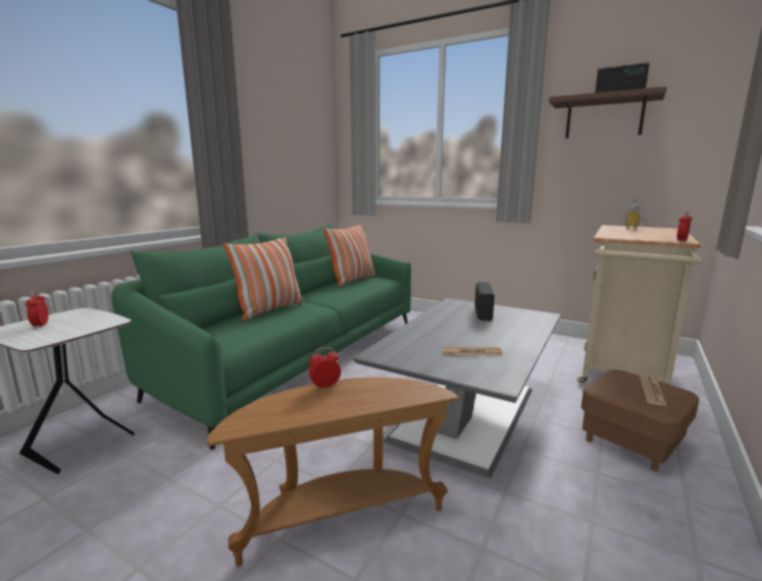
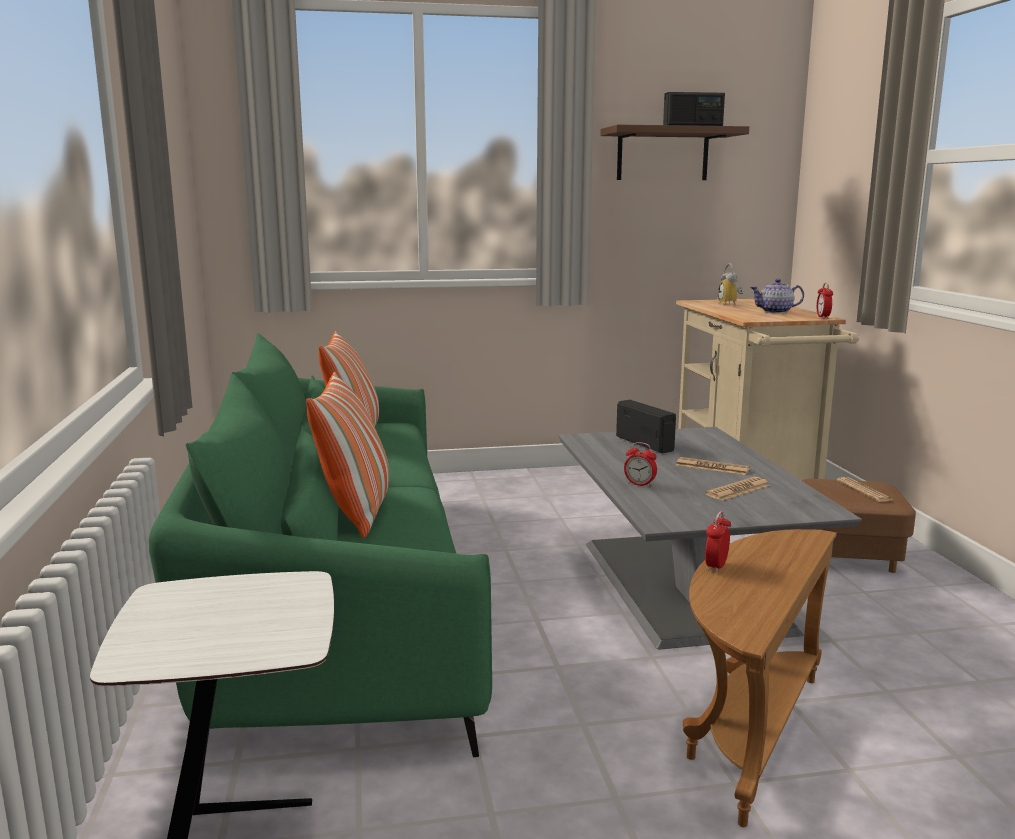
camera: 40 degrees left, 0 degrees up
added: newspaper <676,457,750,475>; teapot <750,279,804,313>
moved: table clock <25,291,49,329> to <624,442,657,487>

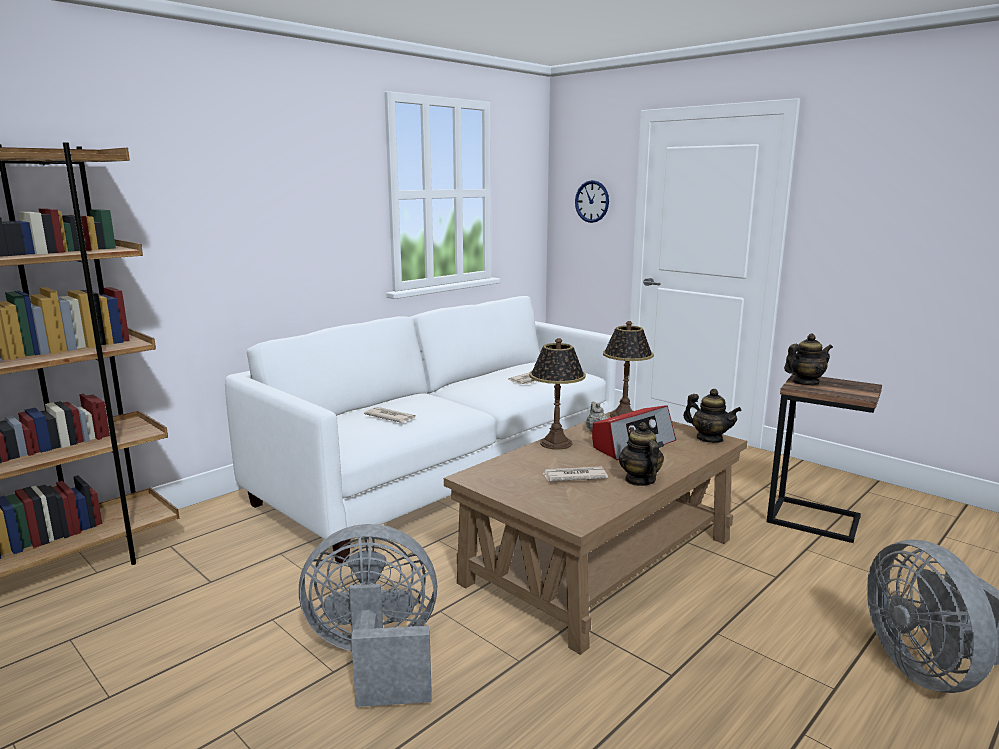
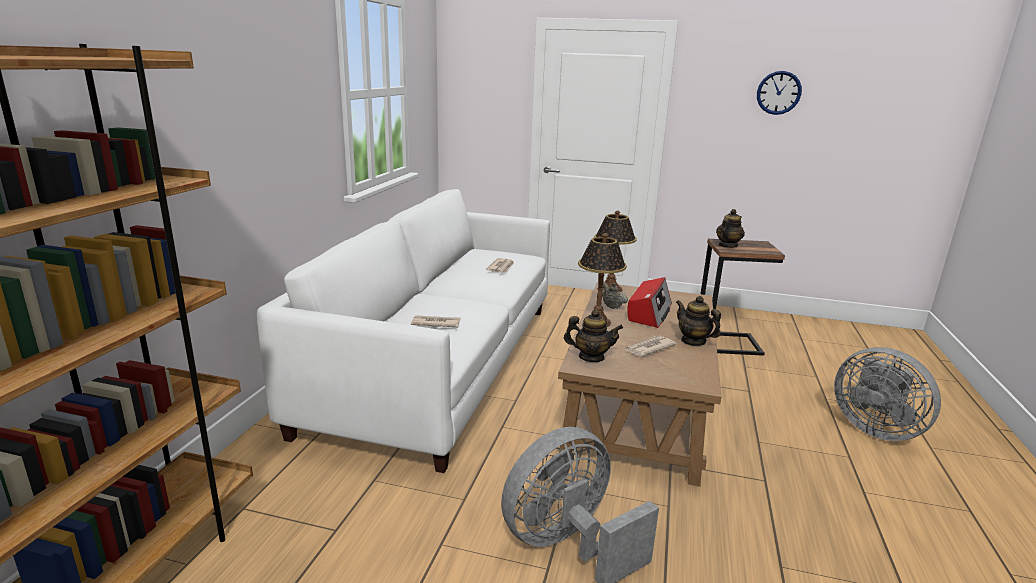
camera: 30 degrees left, 5 degrees up
moved: hanging clock <575,180,609,223> to <757,71,802,115>; teapot <683,389,742,443> to <564,309,623,362>

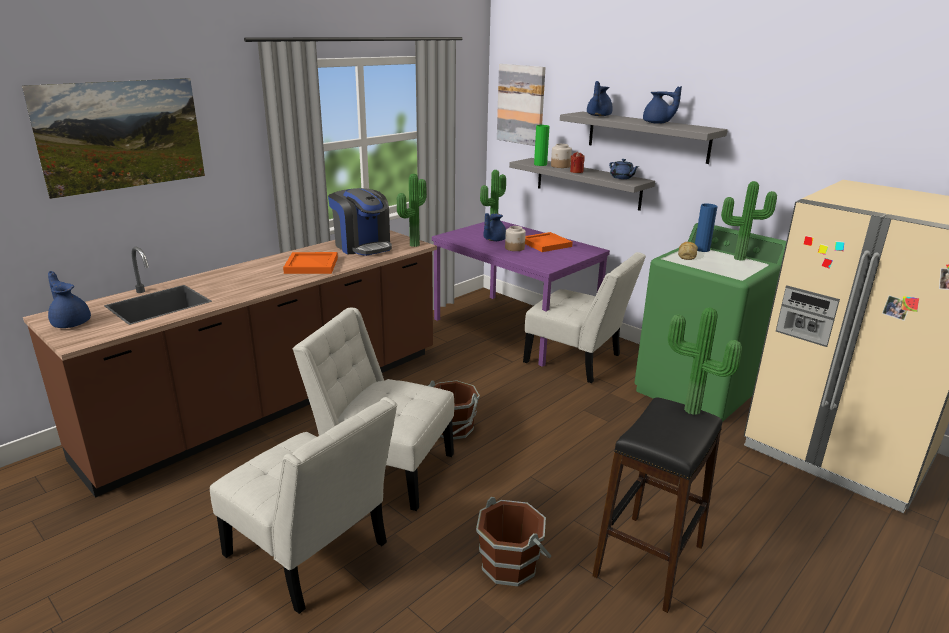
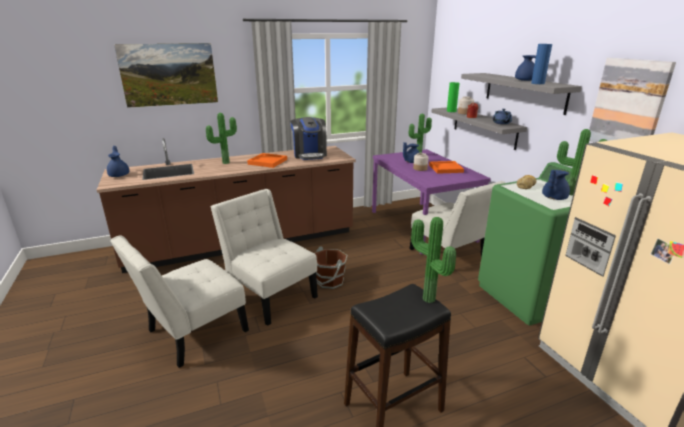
camera: 25 degrees right, 0 degrees up
removed: bucket/brown-coloured <476,497,551,586>
moved: houseplant <397,174,427,247> to <206,113,237,164>; wall picture <497,64,546,146> to <589,58,676,143>; teapot/blue-coloured <587,81,613,116> to <542,170,570,200>; decorative vase/blue-coloured <695,204,718,252> to <531,44,552,84>
turned: plain chair/white <210,397,397,614> = <110,235,249,368> 75 degrees clockwise

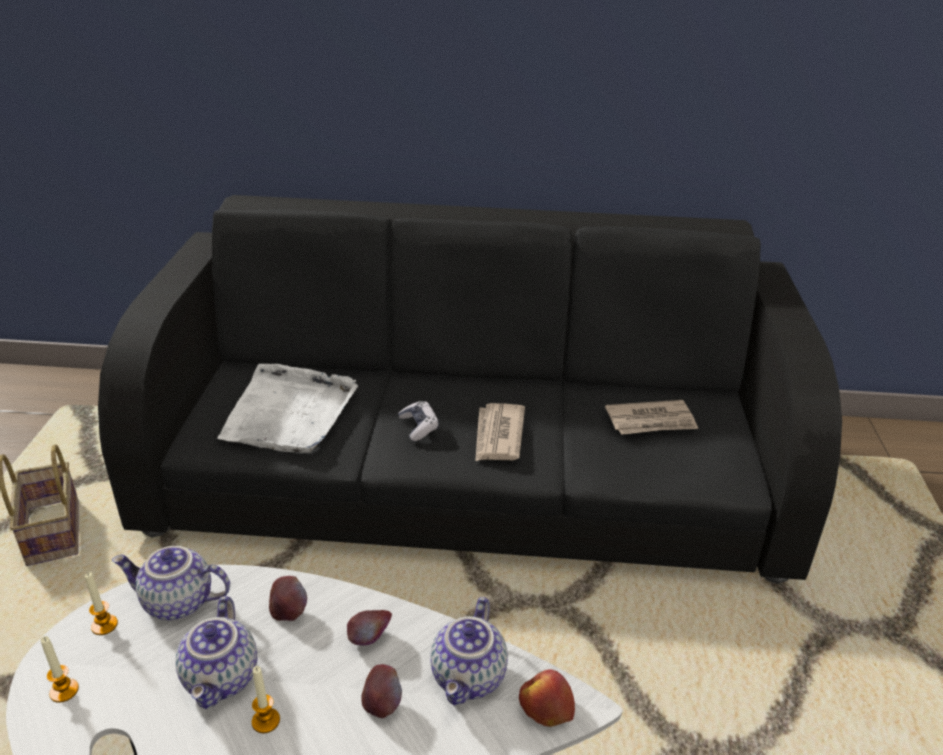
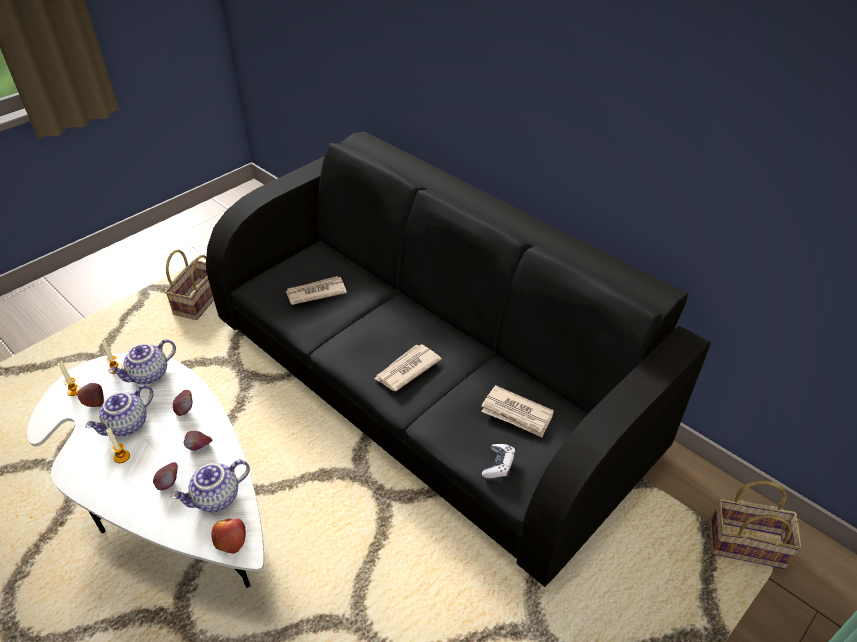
camera: 40 degrees right, 10 degrees up
added: apple fruit <78,383,104,407>; basket <709,481,802,569>
moved: gamepad <398,401,439,441> to <482,444,516,478>
replaced: tray/white <217,364,358,453> to newspaper <285,276,347,305>
turned: teapot <112,546,230,620> = <109,339,176,384> 90 degrees counterclockwise

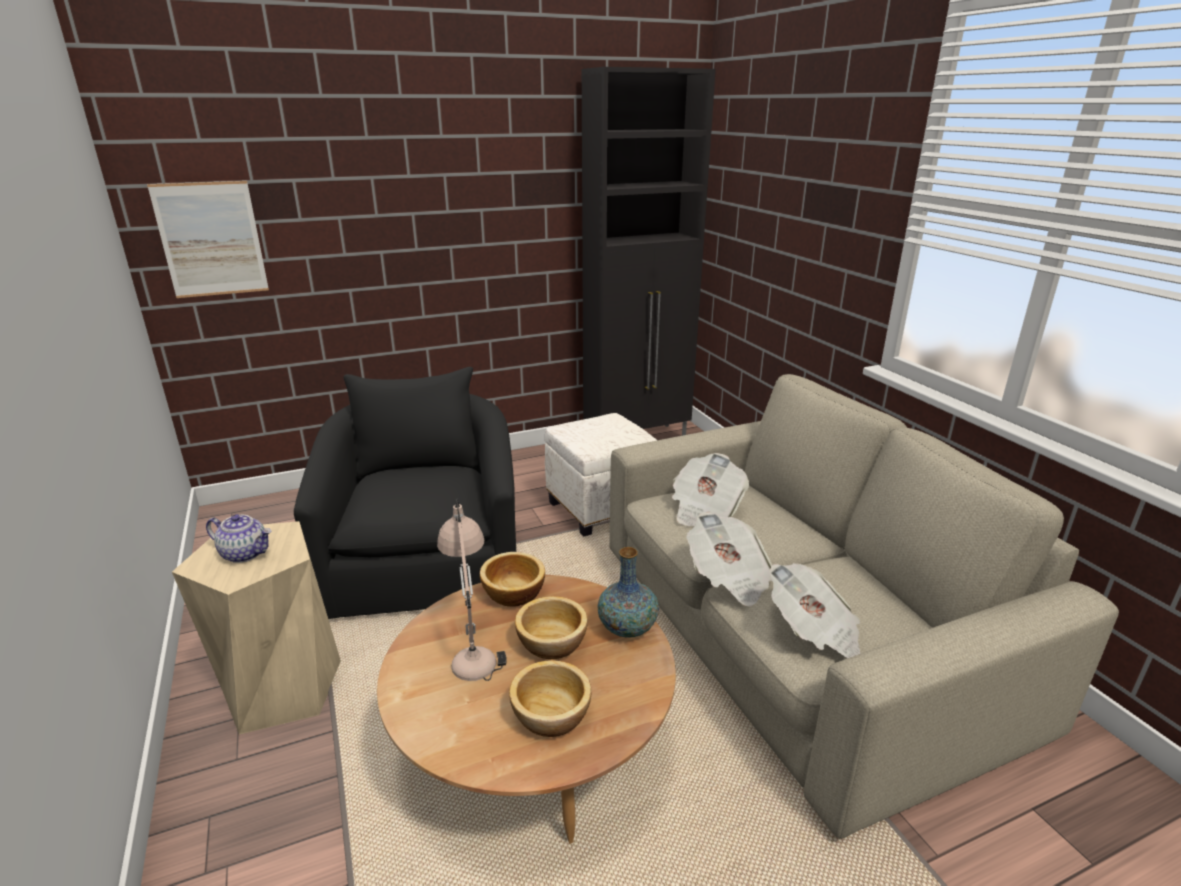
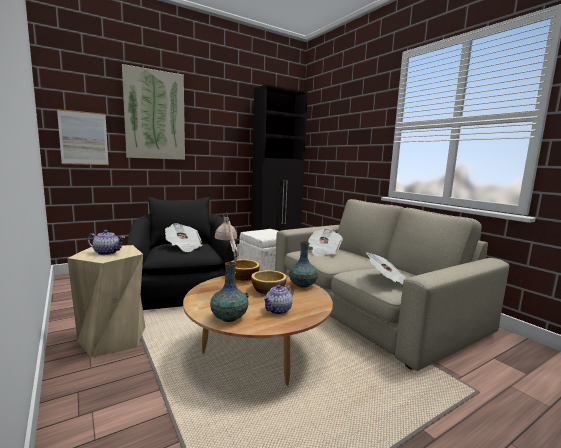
camera: 10 degrees left, 15 degrees down
added: wall picture <122,64,185,160>; decorative vase <210,262,248,322>
moved: newspaper <687,512,772,606> to <165,223,203,252>
replaced: bowl <509,660,592,737> to teapot <263,285,294,315>

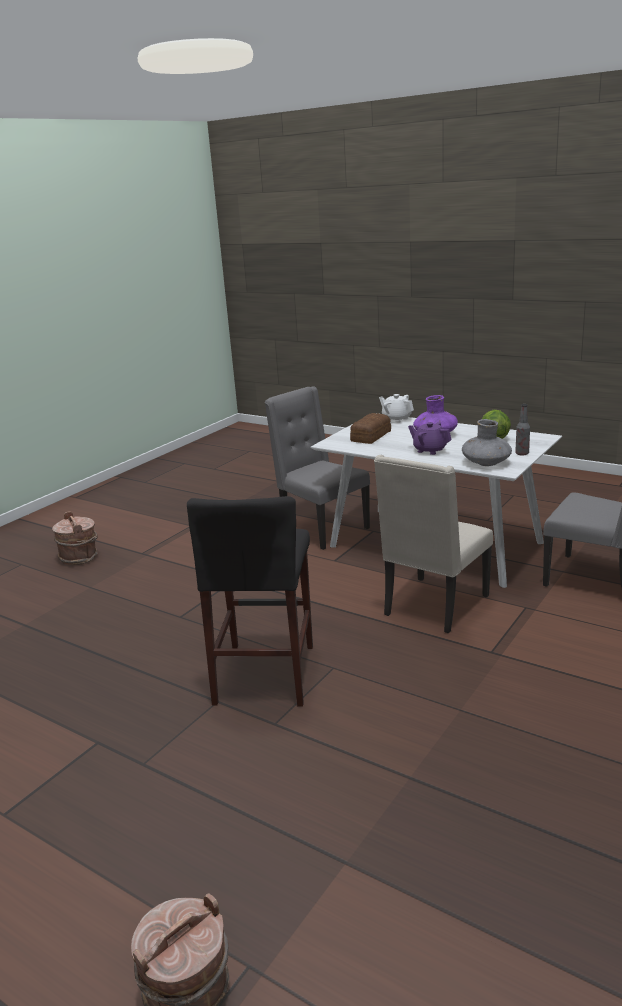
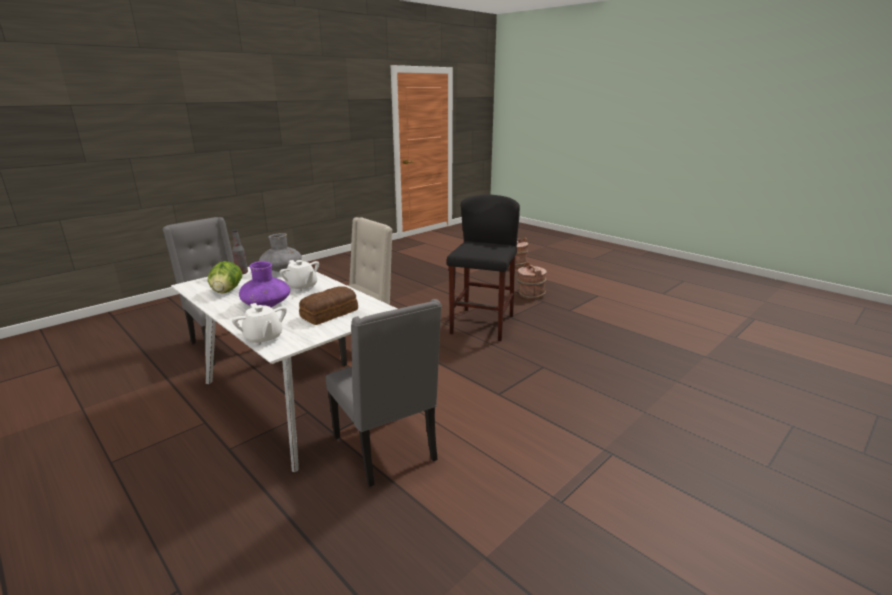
camera: 170 degrees left, 0 degrees up
moved: bucket/brown-coloured <52,511,98,565> to <517,262,547,299>
recoloured: teapot/purple <408,422,452,455> to teapot/white <280,260,319,292>

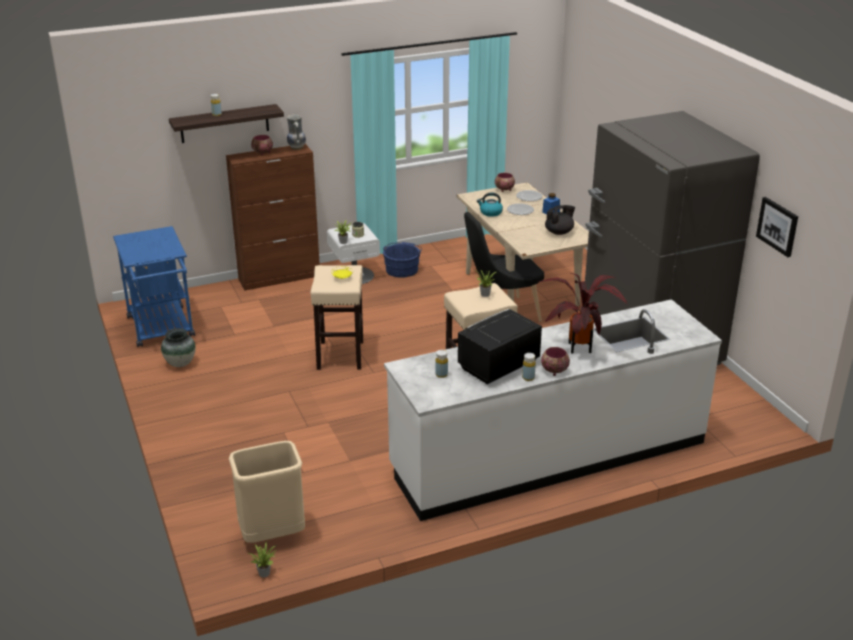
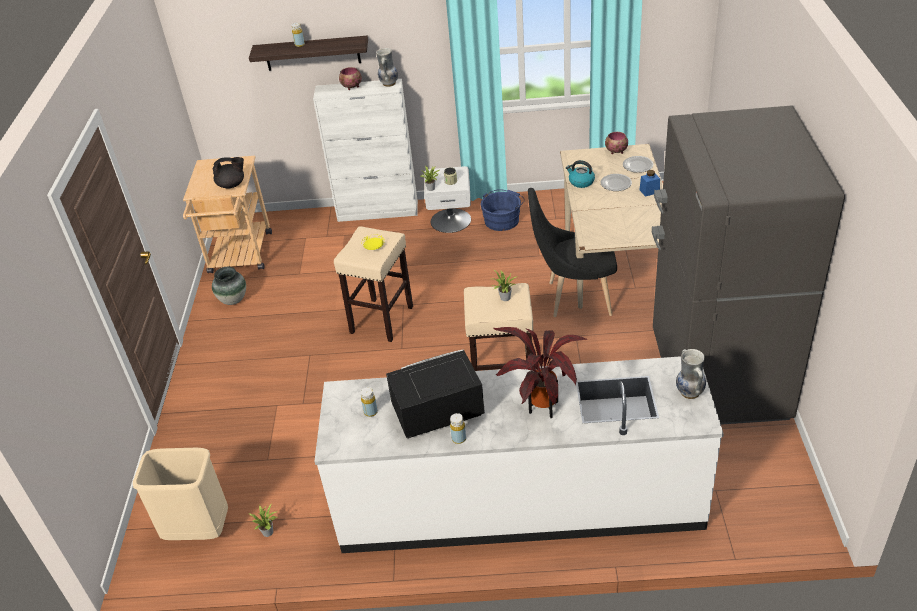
camera: 25 degrees right, 10 degrees up
removed: bowl <541,347,570,376>; wall picture <756,197,798,257>
added: decorative vase <676,349,706,399>
moved: houseplant <248,540,277,577> to <249,504,278,537>; teapot/black <545,205,575,235> to <213,157,244,188>
recoloured: wheeled cart/blue-coloured <113,226,195,347> to wheeled cart/sand-coloured <183,156,272,273>; cupboard/brown-coloured <226,144,320,290> to cupboard/white <313,79,418,222>

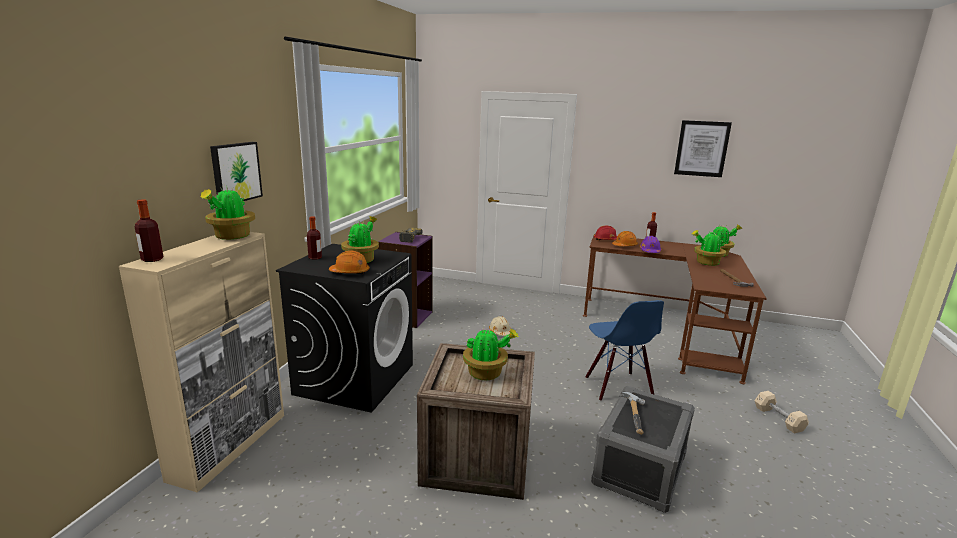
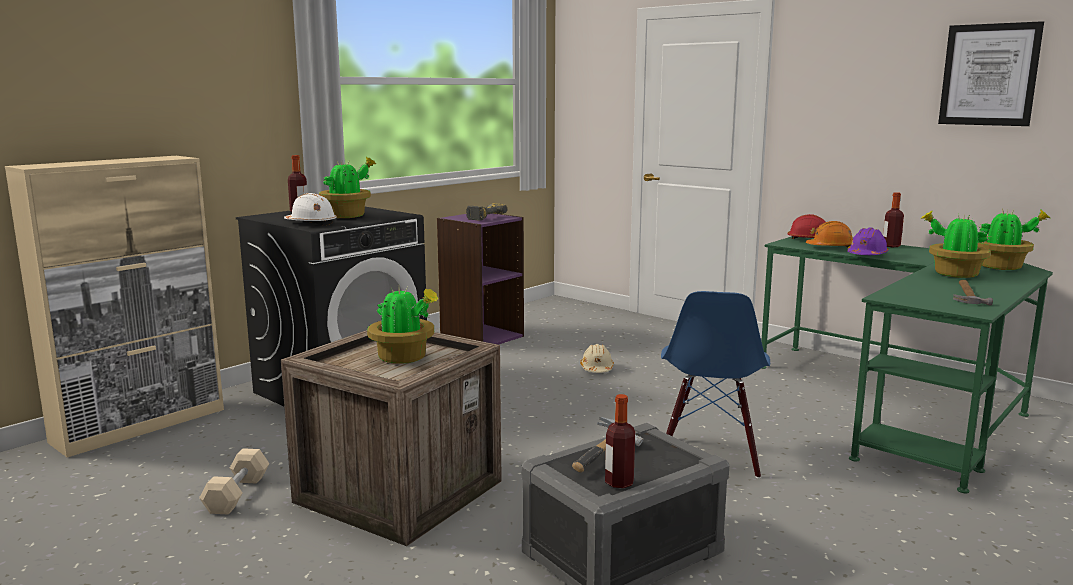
camera: 25 degrees right, 5 degrees down
removed: houseplant <201,186,255,240>; wall picture <210,142,263,201>
moved: drink bottle <135,199,164,262> to <605,394,635,488>; free weight/sand-coloured <755,391,809,433> to <199,448,269,515>
recoloured: work helmet/orangey <329,251,370,275> to work helmet/white <284,193,337,226>; desk unit/brown-coloured <583,234,767,384> to desk unit/greenish <761,236,1053,493>

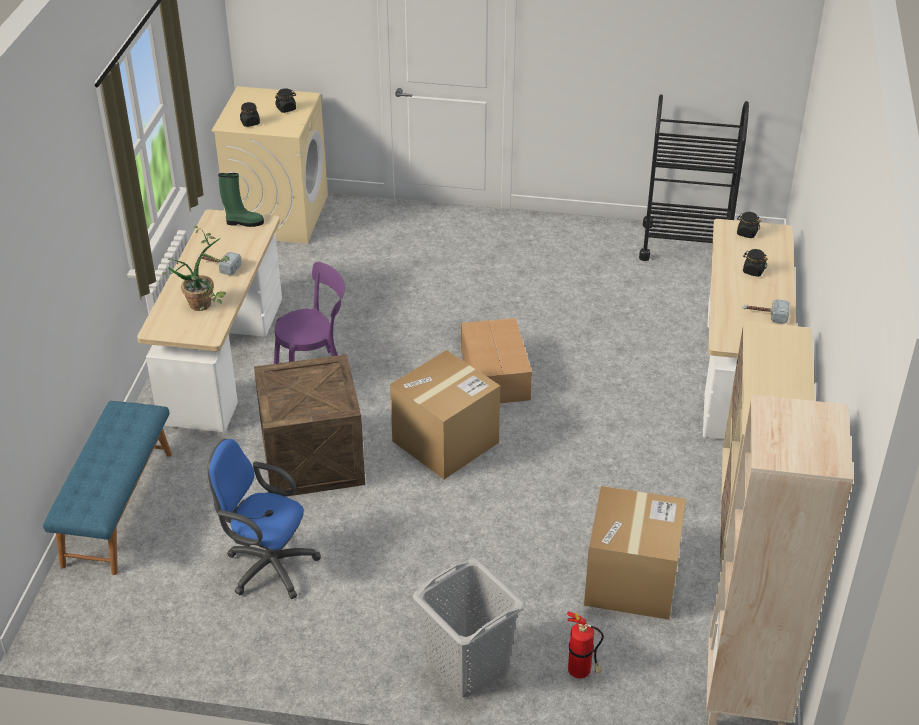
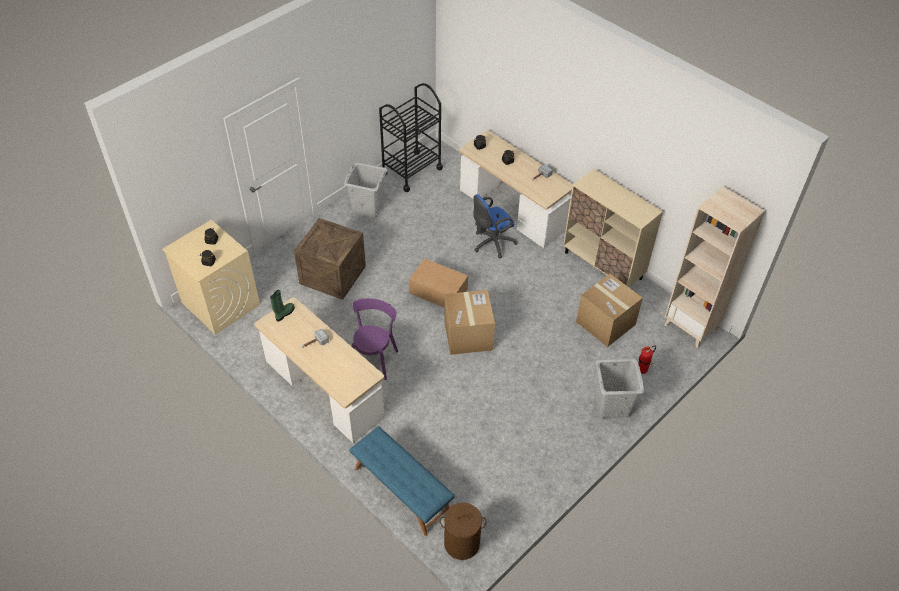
camera: 55 degrees left, 10 degrees up
removed: houseplant <162,226,230,311>
added: washing basket/gray <344,162,387,218>; washing basket/brown-coloured <440,503,486,560>
moved: desk chair/blue-coloured <208,439,321,599> to <473,194,517,258>; crate <254,354,365,497> to <294,218,366,300>

